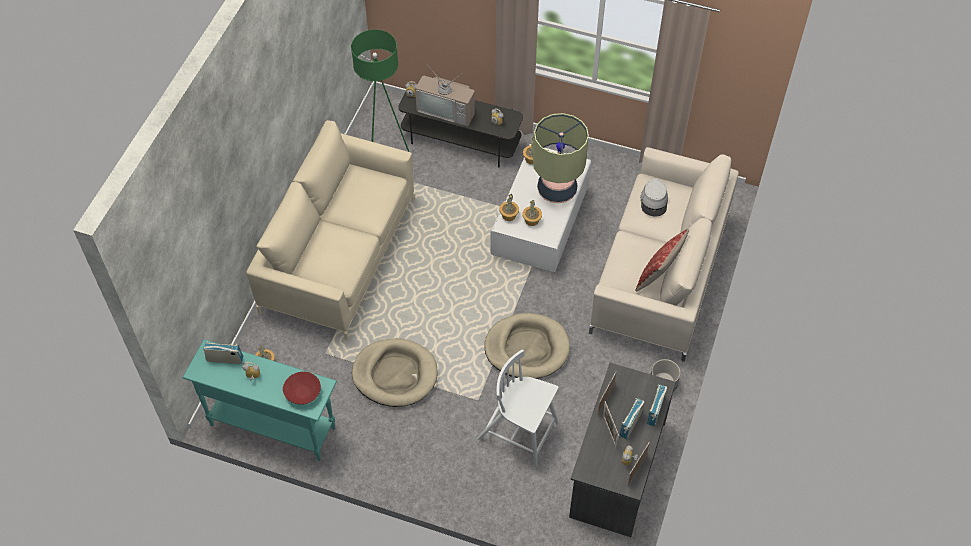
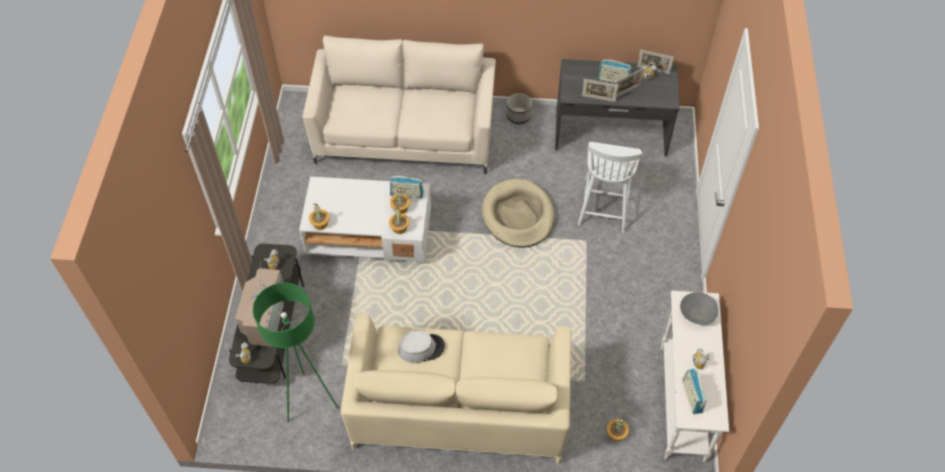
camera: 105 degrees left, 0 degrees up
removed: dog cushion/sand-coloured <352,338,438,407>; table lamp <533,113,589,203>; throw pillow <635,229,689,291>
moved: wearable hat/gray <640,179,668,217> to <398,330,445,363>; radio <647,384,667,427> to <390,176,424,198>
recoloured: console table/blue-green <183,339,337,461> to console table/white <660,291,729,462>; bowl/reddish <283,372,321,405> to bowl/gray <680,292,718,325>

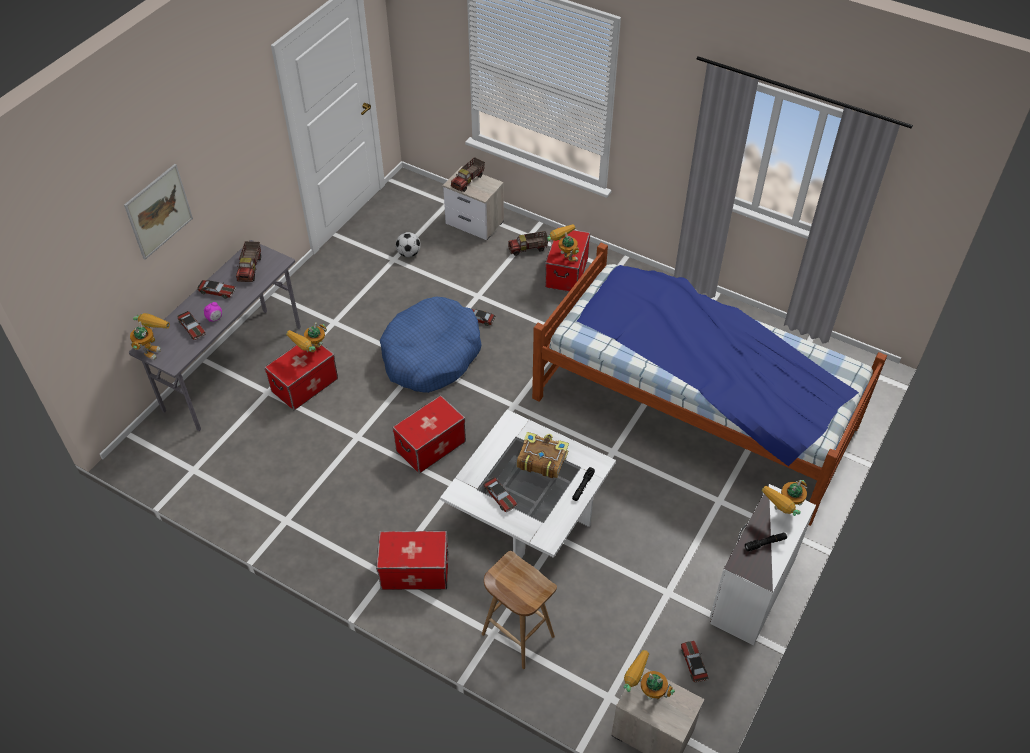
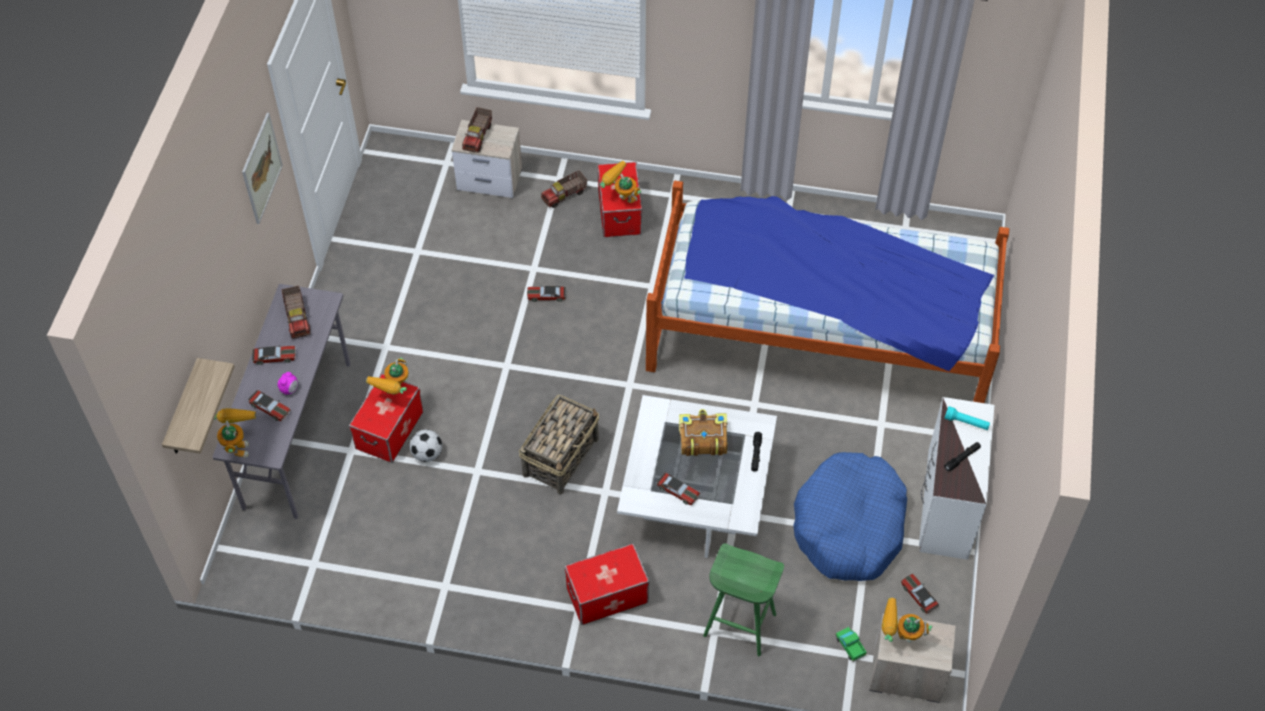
camera: 20 degrees left, 5 degrees up
added: shelf <162,358,235,454>; model truck <835,627,866,662>
moved: wall picture <124,164,193,260> to <242,113,283,224>; dog cushion/blue-coloured <380,296,481,393> to <793,452,907,581>; football <396,232,421,257> to <410,429,442,462>
replaced: storage box <392,395,466,473> to basket <519,394,599,494>; model robot <762,480,808,516> to hand torch/blue-green <945,406,990,430>
recoloured: sitting stool/brown-coloured <482,551,557,669> to sitting stool/greenish <703,543,784,656>

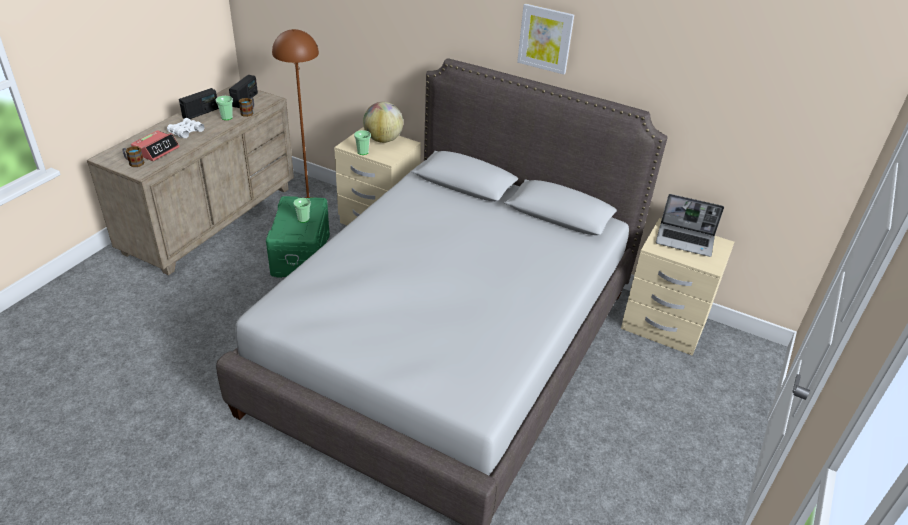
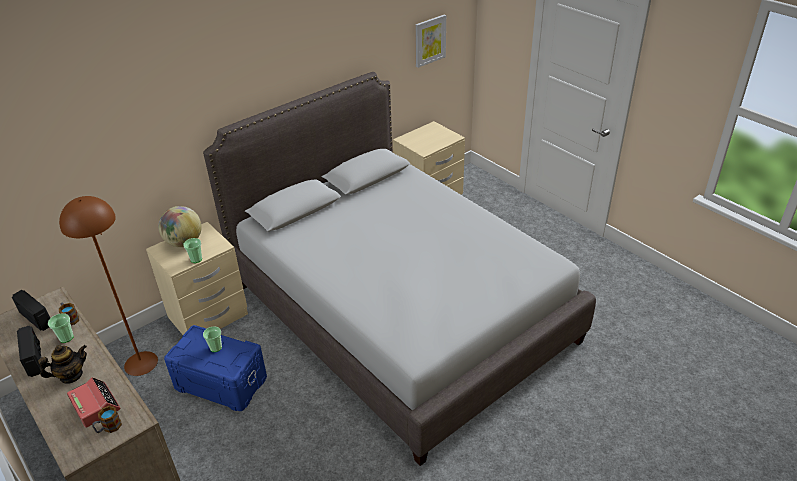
camera: 65 degrees left, 0 degrees up
removed: portable computer <656,194,724,257>
moved: wall picture <517,3,574,74> to <415,14,446,68>
replaced: binoculars/white <167,118,204,138> to teapot <38,345,87,383>
recoloured: storage box/greenish <266,196,330,278> to storage box/blue-coloured <164,325,267,411>

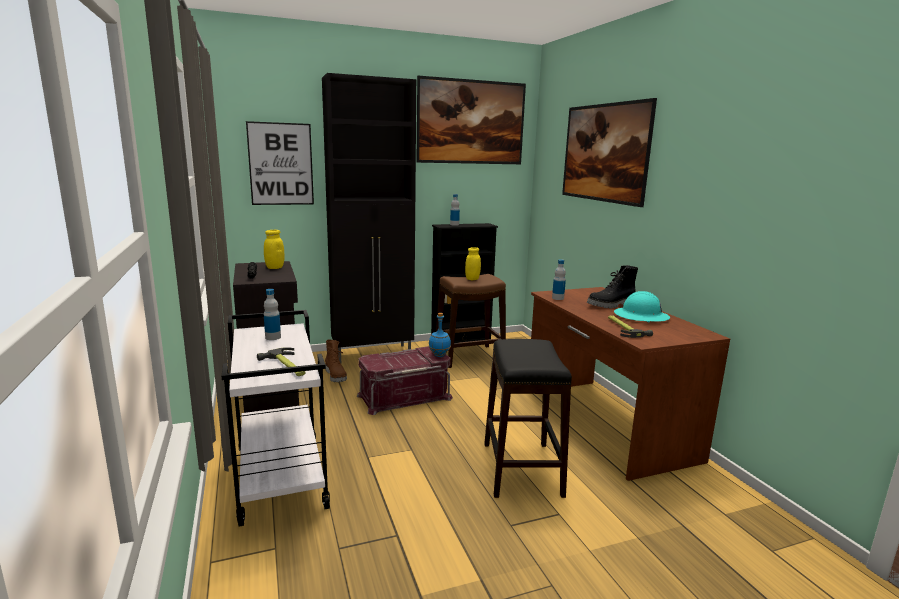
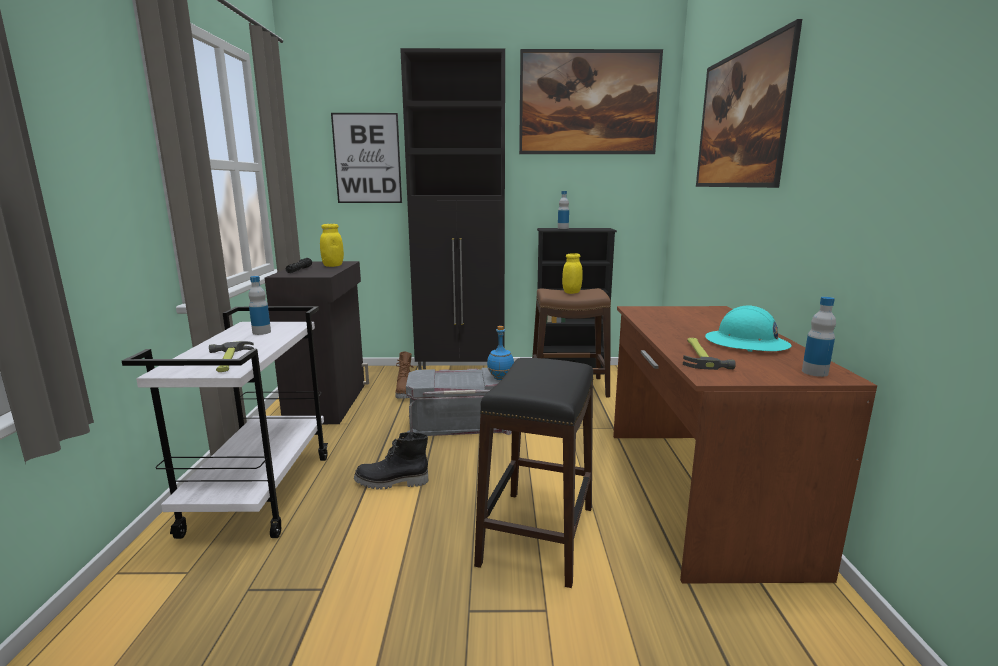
camera: 20 degrees right, 0 degrees up
moved: drink bottle <552,259,566,300> to <802,297,836,377>; high-top boot/black <587,265,638,308> to <354,432,428,490>
recoloured: storage box/reddish <357,346,453,415> to storage box/gray <406,368,512,436>

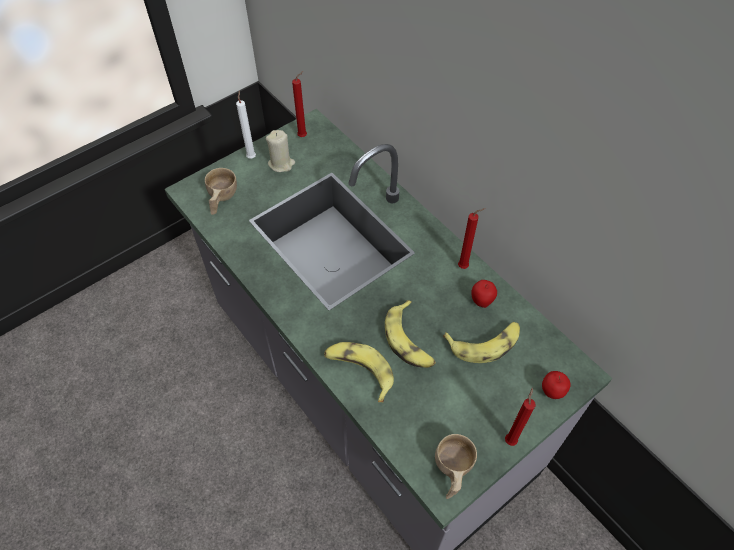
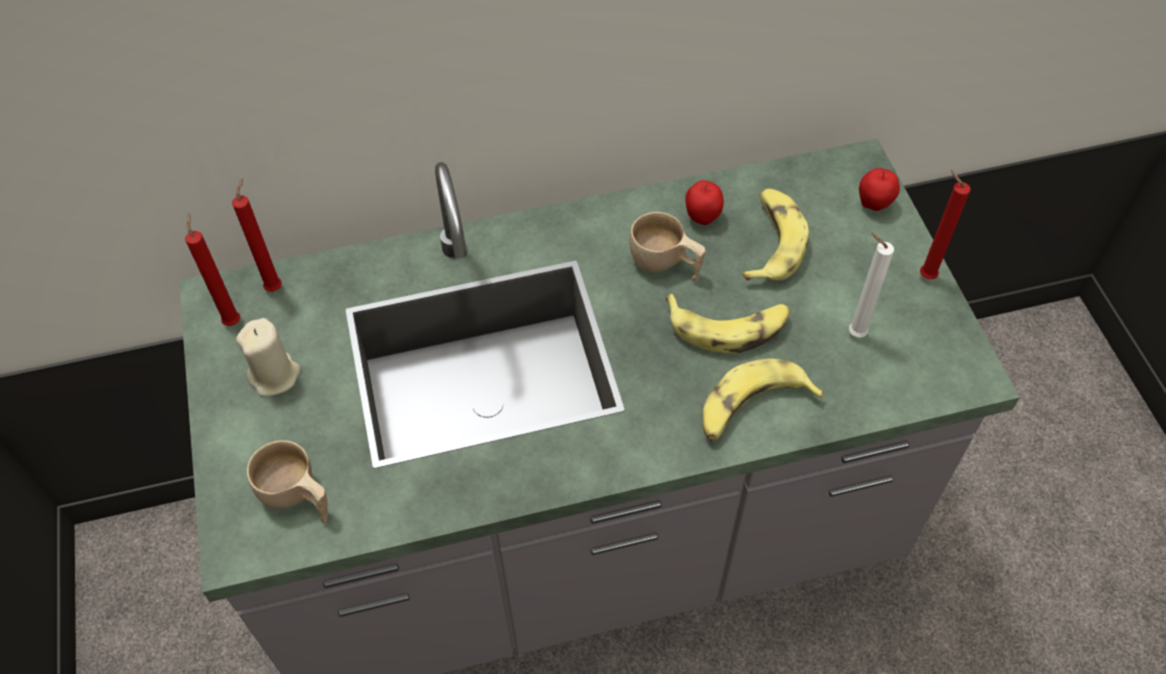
camera: 65 degrees left, 0 degrees up
moved: candle/white <236,90,256,159> to <849,233,894,337>; drinking cup/sand-coloured <435,434,477,499> to <629,212,705,282>; candle/reddish <458,208,485,269> to <232,178,282,292>

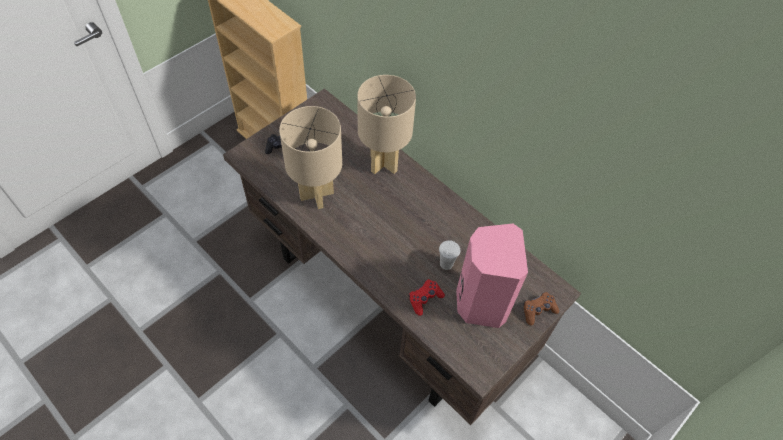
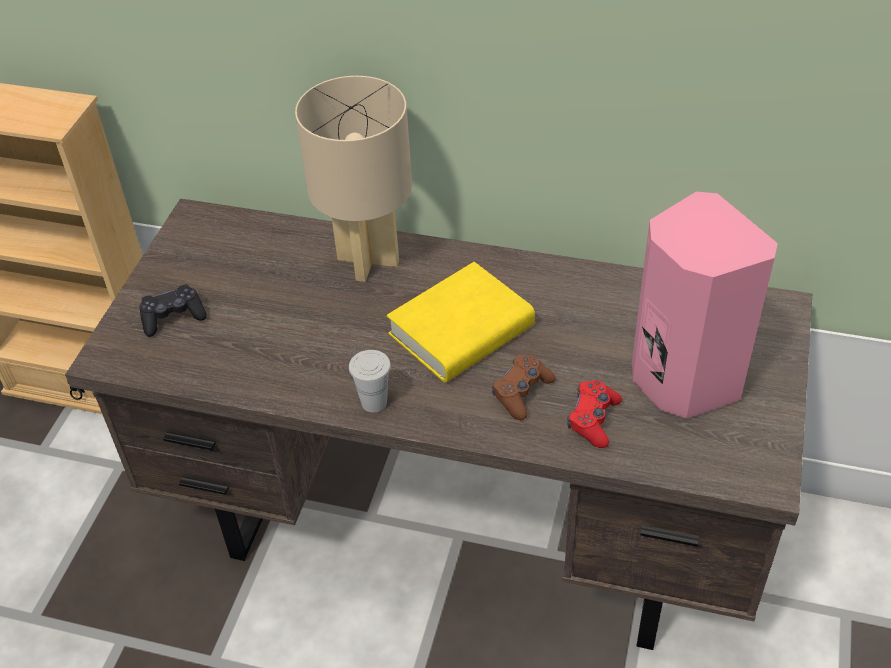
camera: 25 degrees left, 10 degrees down
removed: table lamp/sand-coloured <279,106,342,209>
added: book/yellow <387,262,535,383>
moved: drinking cup/white <439,240,460,270> to <349,350,391,413>; gamepad/brown-coloured <523,292,559,326> to <492,354,556,420>

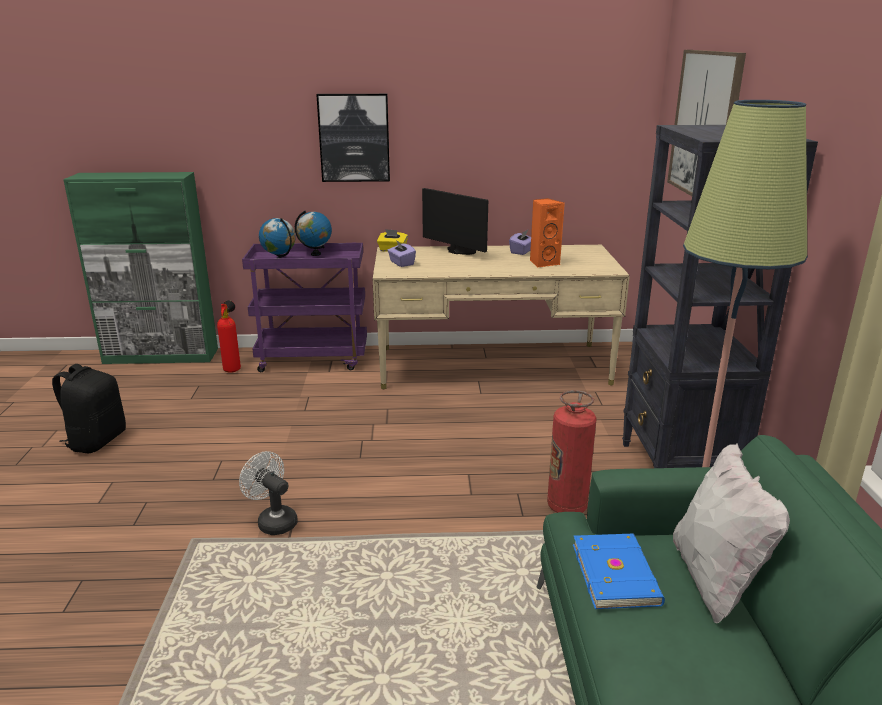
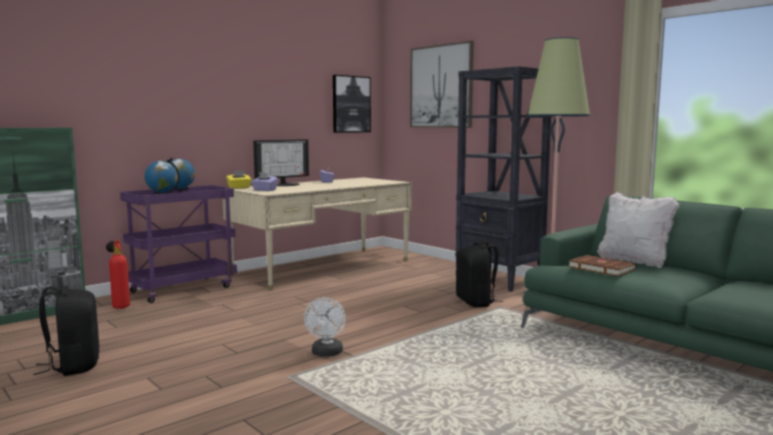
camera: 40 degrees left, 15 degrees down
removed: audio speaker/orangey <530,198,565,268>
moved: wall picture <316,94,390,182> to <333,75,371,133>
replaced: fire extinguisher <547,390,597,513> to backpack/black <456,241,503,307>
recoloured: book/blue-coloured <573,534,665,609> to book/brown-coloured <568,255,636,276>
turned: cooling fan/white <239,451,298,535> = <304,297,346,356> 90 degrees counterclockwise; computer display <422,188,488,255> = <253,139,309,186> 135 degrees clockwise

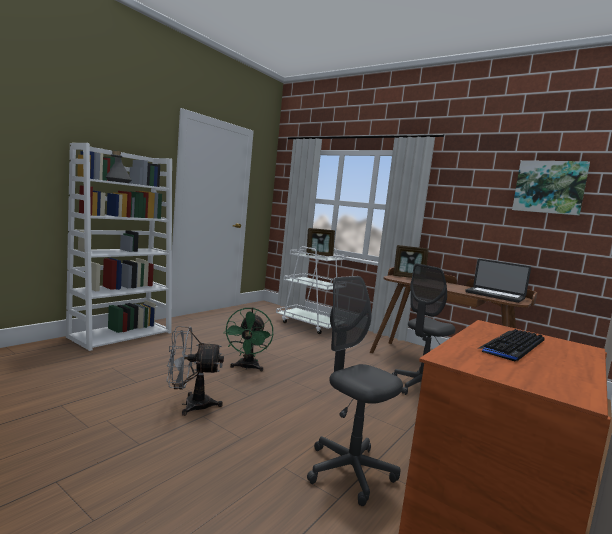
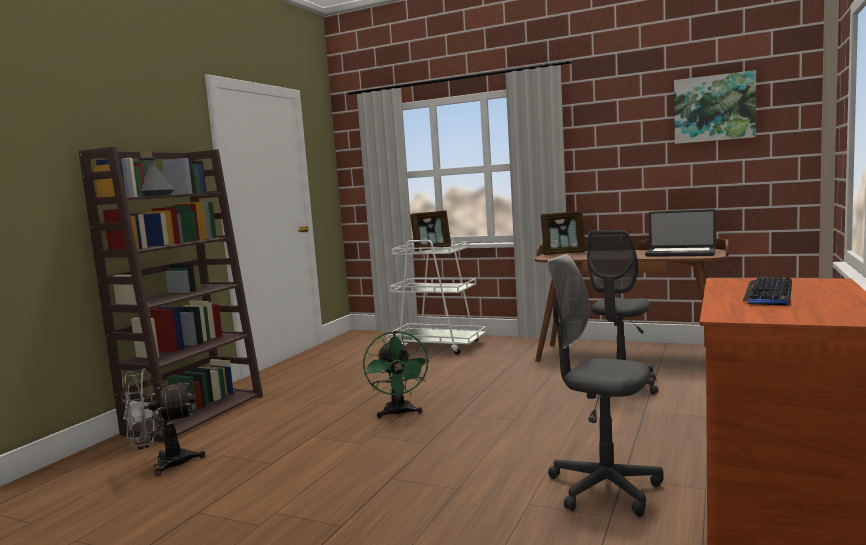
camera: 10 degrees left, 0 degrees up
moved: cooling fan/gray <167,326,224,416> to <121,368,206,476>
recoloured: bookshelf/white <66,143,172,351> to bookshelf/brown-coloured <79,147,263,442>

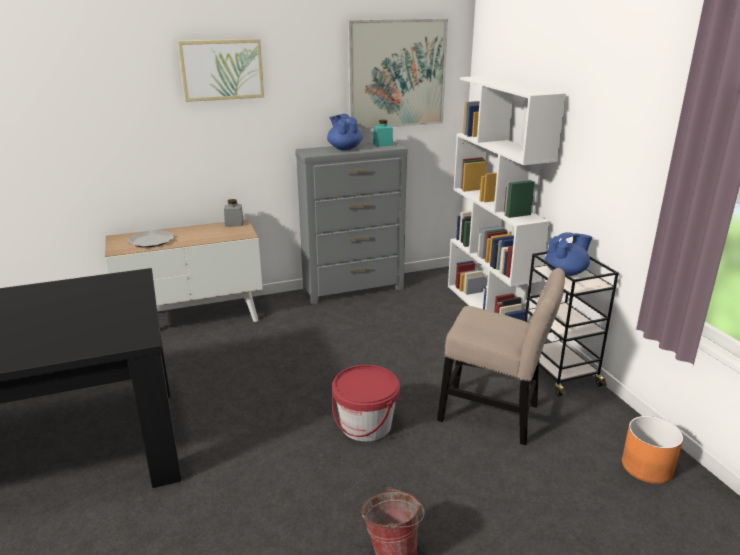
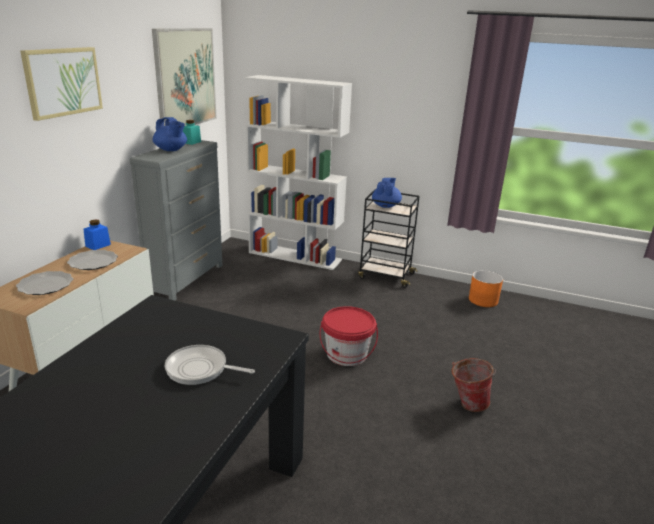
camera: 50 degrees left, 0 degrees up
removed: plain chair/sand-coloured <437,268,565,445>
added: flat dish <67,250,118,270>; pan <165,345,255,385>
recoloured: jar/gray <224,199,244,227> to jar/blue-coloured <84,219,111,250>
turned: teapot/blue-coloured <327,114,363,150> = <153,117,187,151> 150 degrees counterclockwise

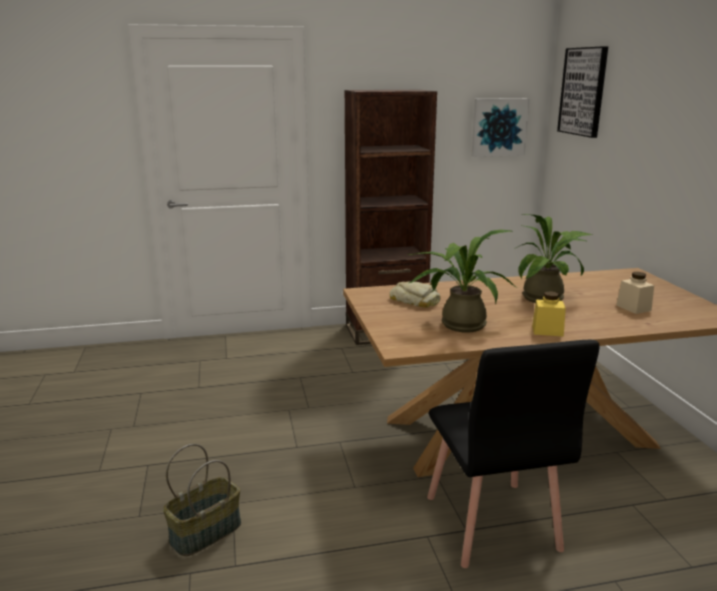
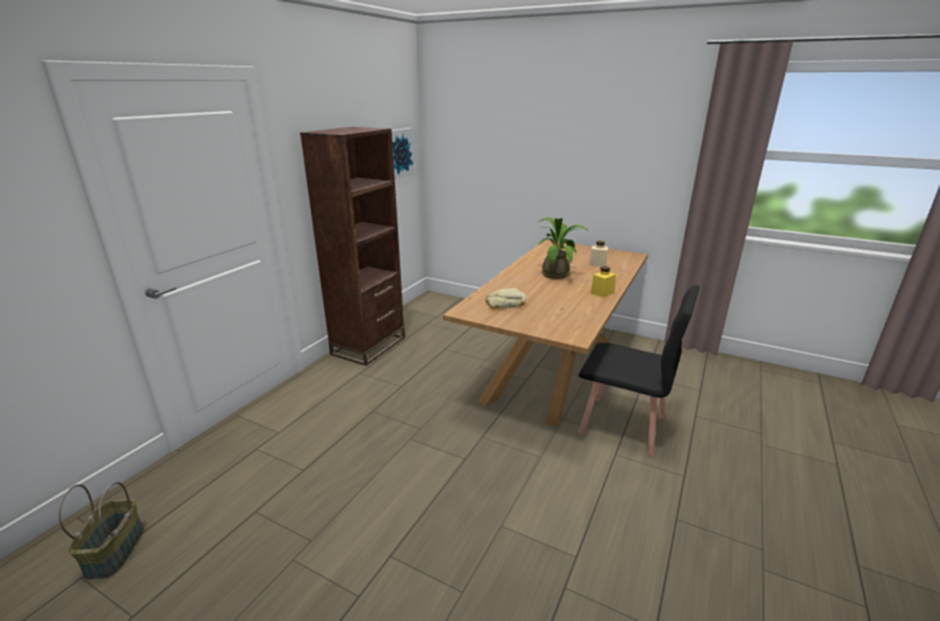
camera: 50 degrees left, 5 degrees up
removed: houseplant <408,230,516,333>; wall picture <557,46,608,138>
moved: basket <163,444,241,556> to <58,482,144,579>

